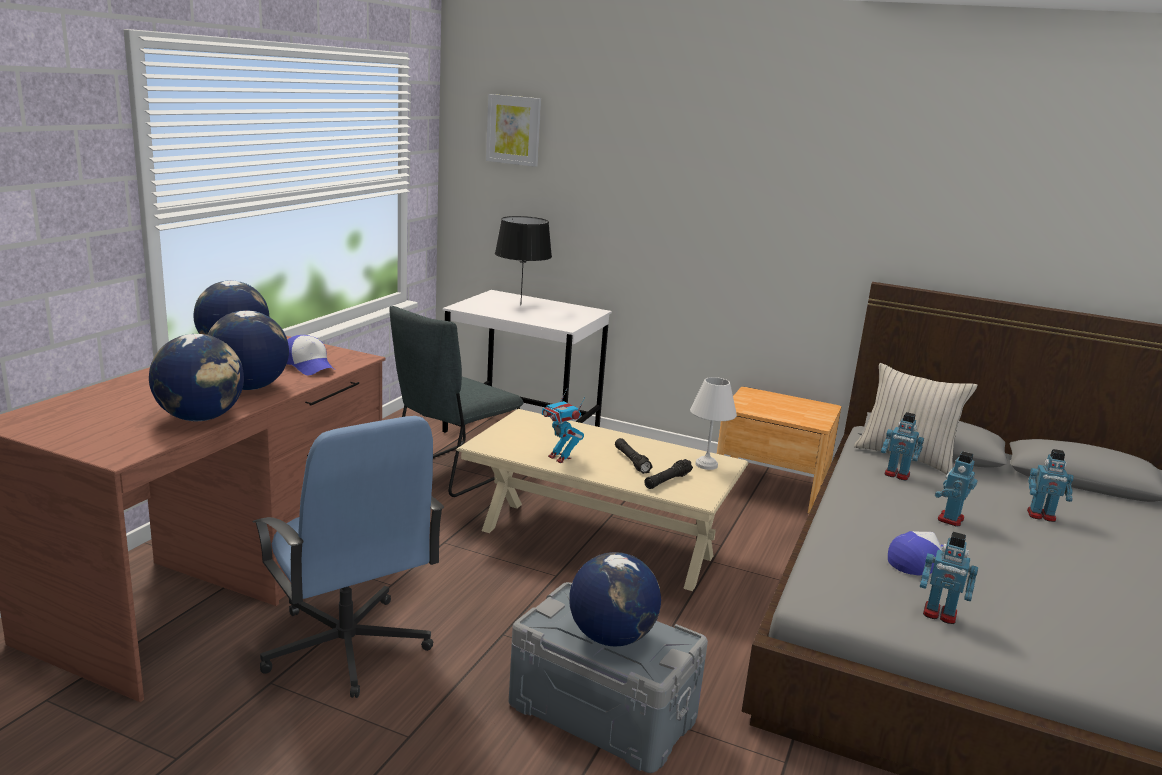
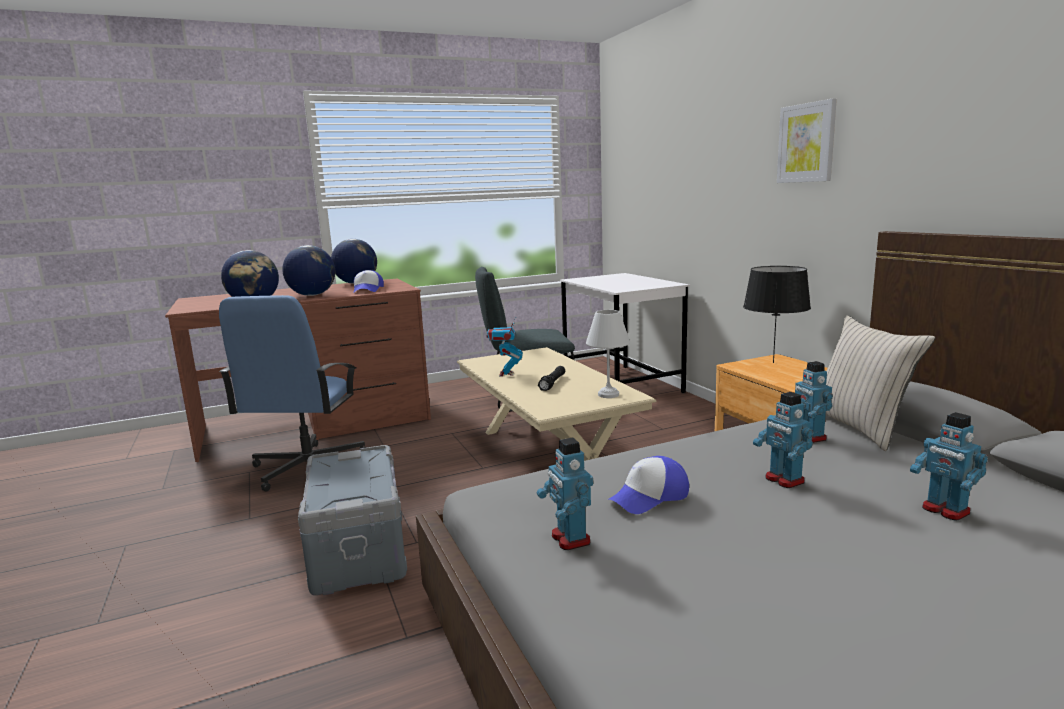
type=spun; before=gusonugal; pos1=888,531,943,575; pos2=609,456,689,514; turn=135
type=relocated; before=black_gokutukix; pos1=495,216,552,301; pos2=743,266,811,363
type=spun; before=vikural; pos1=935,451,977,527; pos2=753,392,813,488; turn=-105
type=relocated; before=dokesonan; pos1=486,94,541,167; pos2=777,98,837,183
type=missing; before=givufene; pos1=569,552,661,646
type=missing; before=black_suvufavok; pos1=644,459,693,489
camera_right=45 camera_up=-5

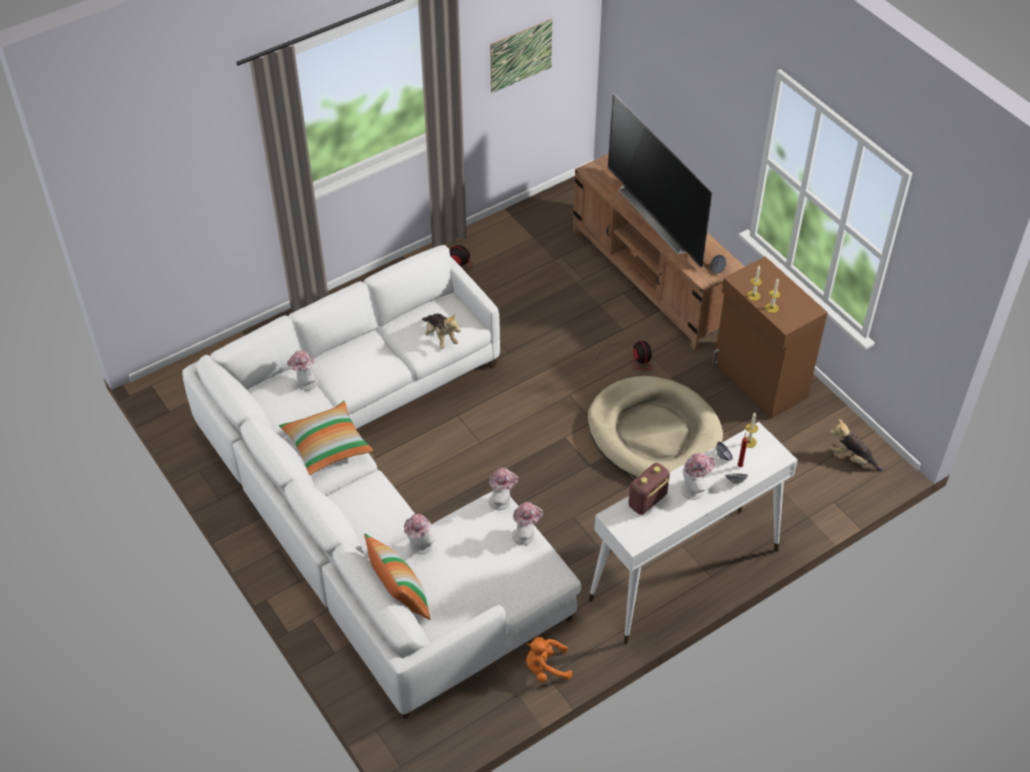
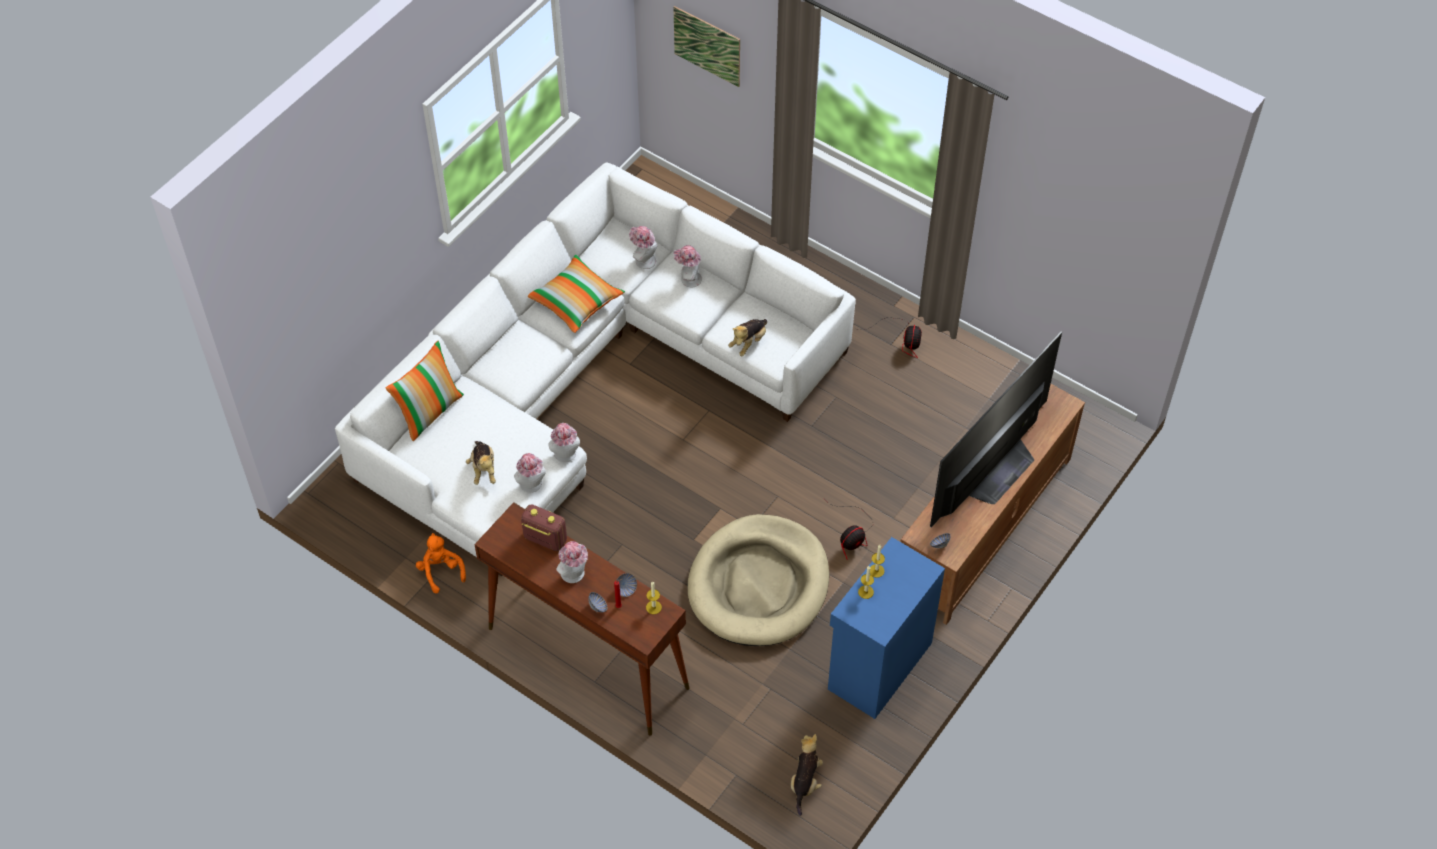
type=appeared; after=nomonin; pos2=466,441,496,485
type=colour; before=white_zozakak; after=brown_zozakak; pos1=589,422,798,645; pos2=474,502,690,736
type=relocated; before=dokesonan; pos1=490,19,552,93; pos2=673,6,740,87
type=relocated; before=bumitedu; pos1=404,514,435,554; pos2=673,245,702,287
type=colour; before=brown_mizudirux; after=blue_mizudirux; pos1=712,256,828,419; pos2=828,537,945,719
camera_right=70 camera_up=5

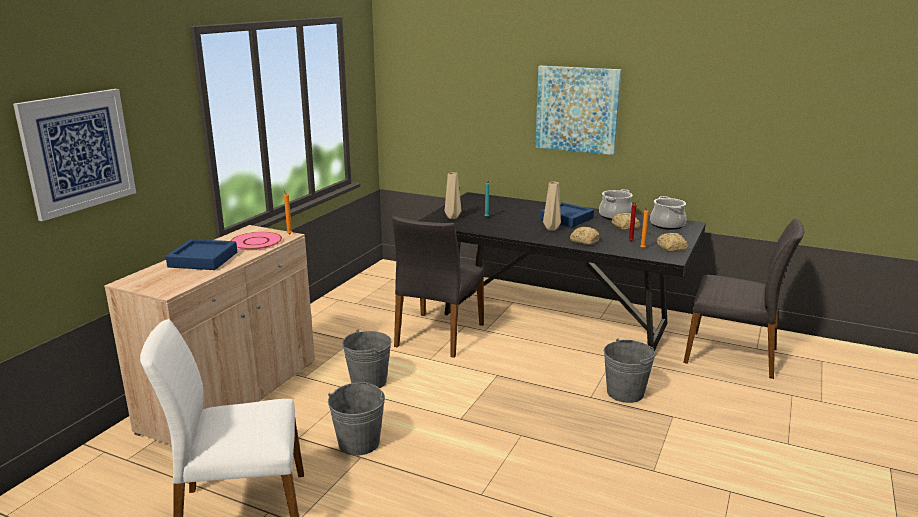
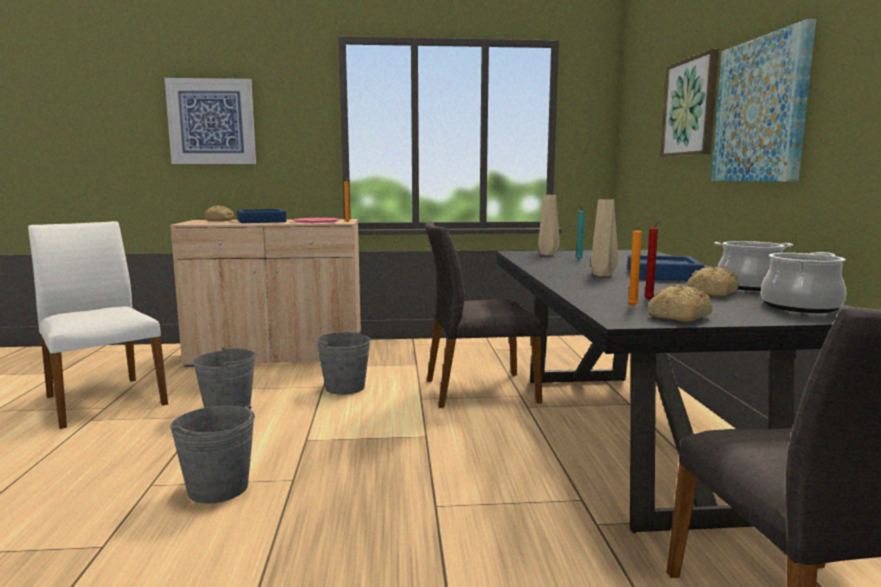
type=relocated; before=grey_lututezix; pos1=604,338,655,403; pos2=170,405,255,503
type=relocated; before=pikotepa; pos1=570,227,600,245; pos2=204,205,234,221
type=appeared; after=dokesonan; pos2=660,49,719,157
camera_right=60 camera_up=-10

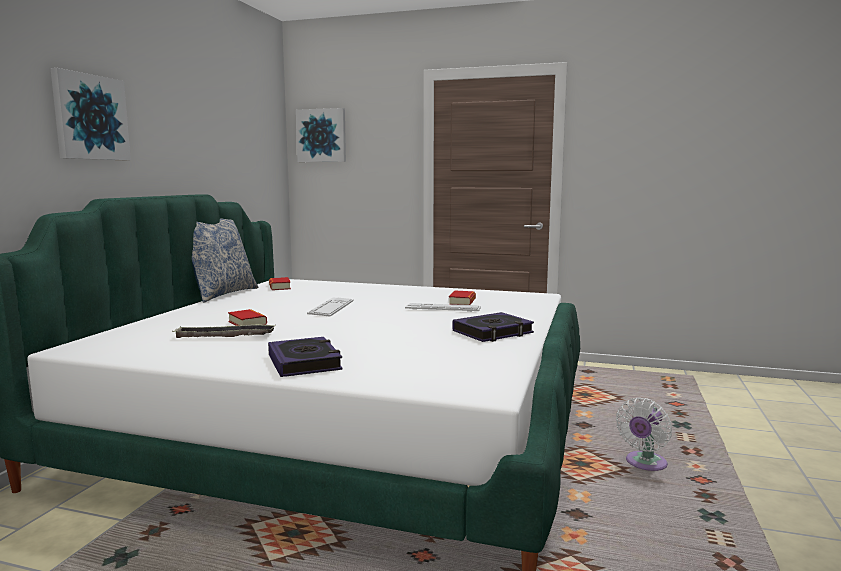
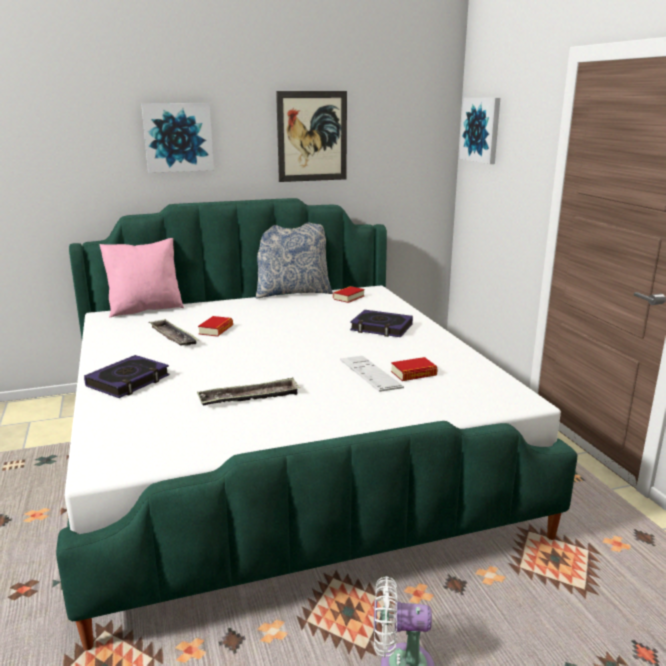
type=appeared; after=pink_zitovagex; pos2=99,238,184,318
type=appeared; after=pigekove; pos2=197,377,300,406
type=appeared; after=dokesonan; pos2=276,91,347,182
type=relocated; before=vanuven; pos1=452,312,534,342; pos2=350,310,413,337
type=missing; before=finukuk; pos1=307,298,354,317
camera_right=55 camera_up=10

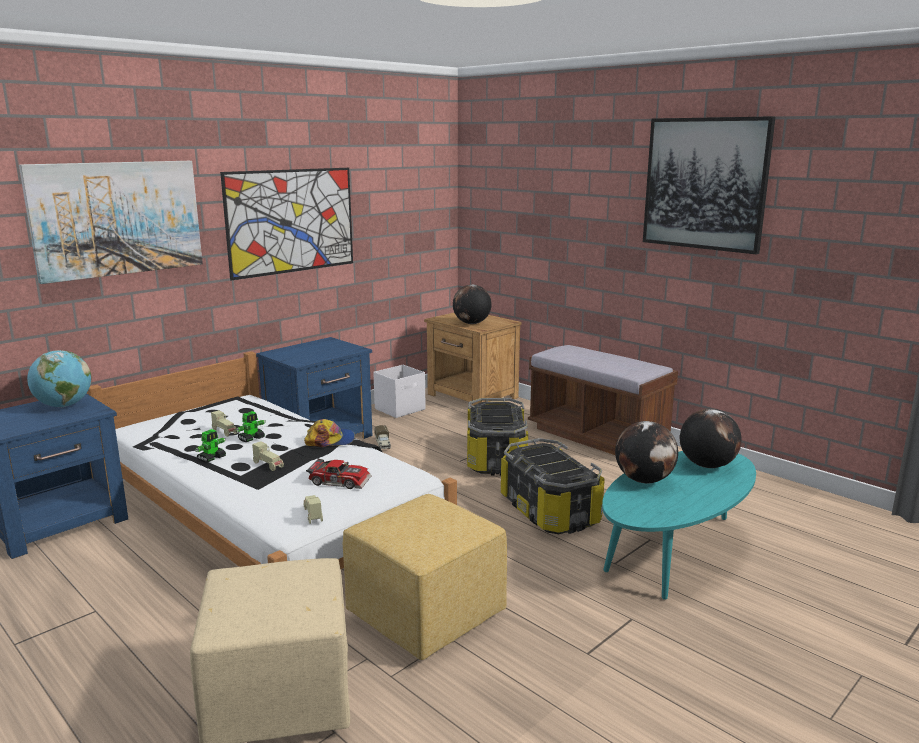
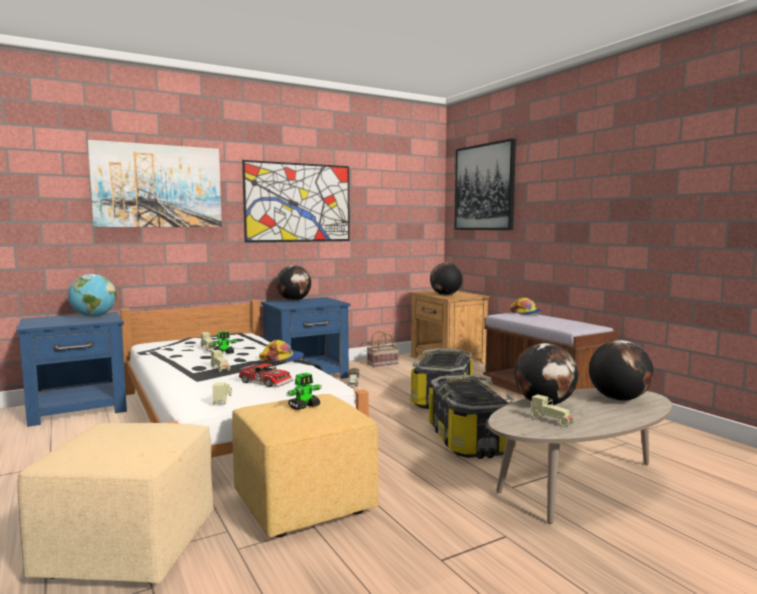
type=appeared; after=givufene; pos2=276,265,311,301
type=relocated; before=vikural; pos1=195,429,226,463; pos2=286,373,322,410
type=exchanged; before=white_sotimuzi; after=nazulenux; pos1=373,365,426,418; pos2=367,330,399,367
type=relocated; before=dokesonan; pos1=643,116,776,254; pos2=454,138,516,230
type=colour; before=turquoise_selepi; after=beige_selepi; pos1=602,451,756,600; pos2=488,388,672,524
type=appeared; after=gusonugal; pos2=510,298,542,315
type=appeared; after=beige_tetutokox; pos2=531,394,574,427
camera_right=15 camera_up=-10

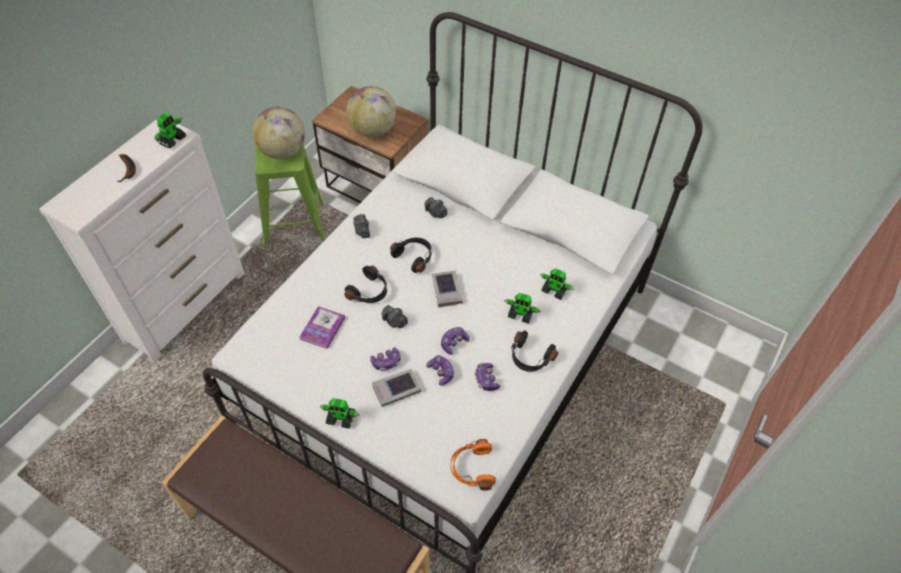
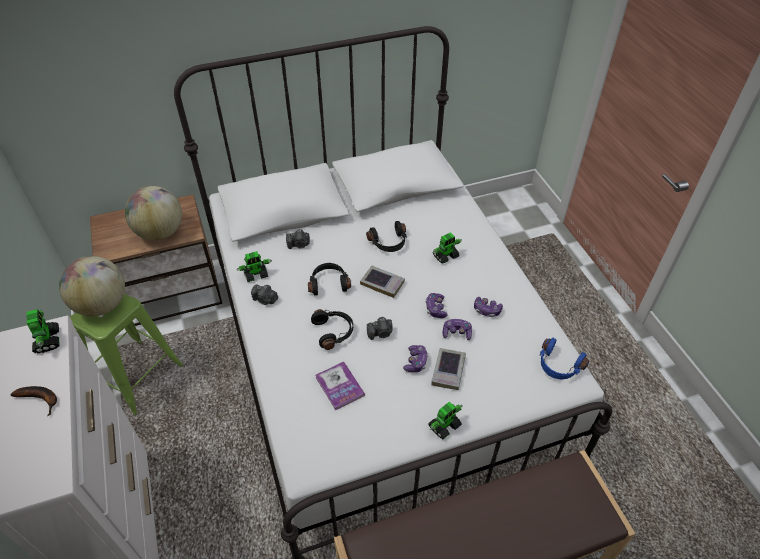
type=relocated; before=vikural; pos1=540,268,573,300; pos2=237,251,272,282
type=relocated; before=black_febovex; pos1=511,330,558,372; pos2=366,221,407,252
type=colour; before=orange_febovex; after=blue_febovex; pos1=451,439,496,491; pos2=540,338,589,379
camera_right=-50 camera_up=-5

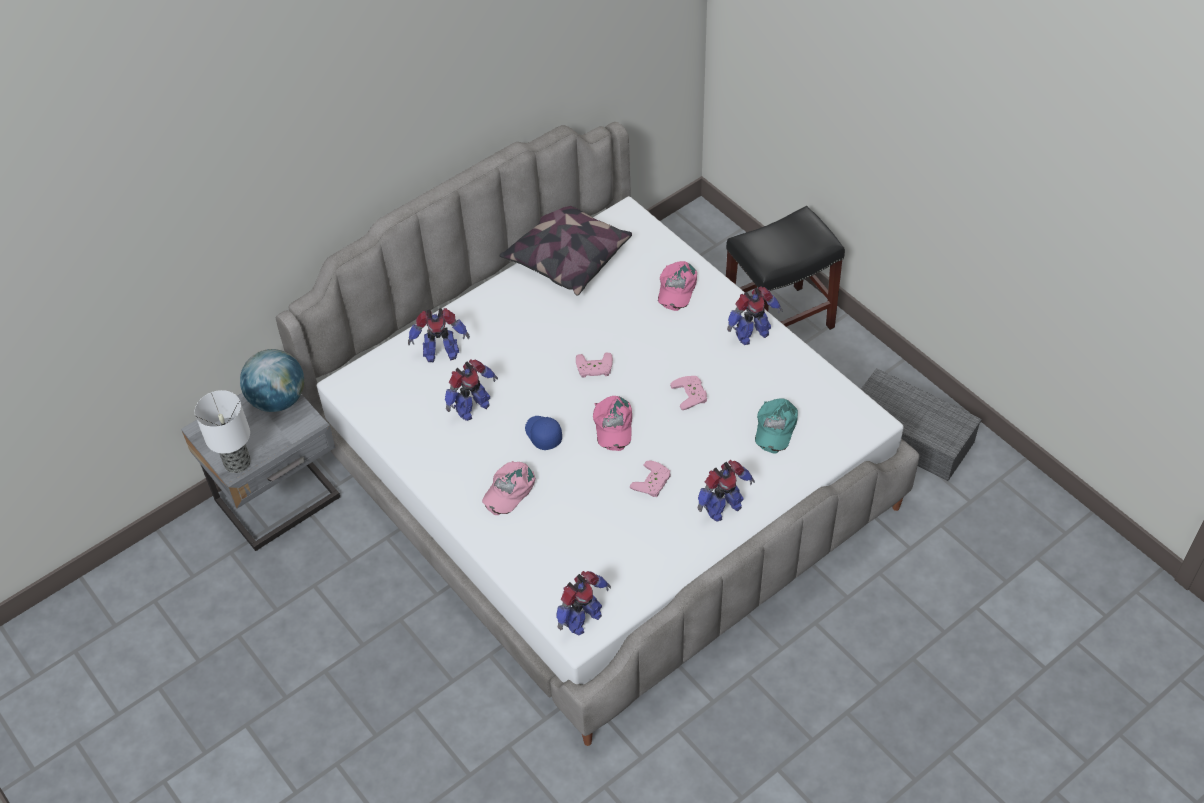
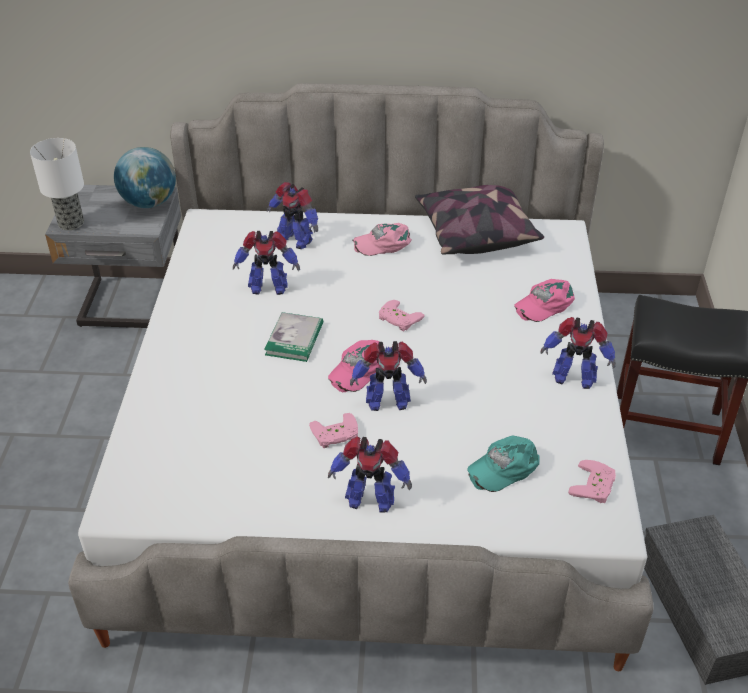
type=exchanged; before=blue_gusonugal; after=vanuven; pos1=525,416,562,450; pos2=264,312,323,362
type=relocated; before=vikural; pos1=556,571,611,635; pos2=350,341,427,411
type=relocated; before=pink_gusonugal; pos1=482,461,536,515; pos2=353,223,412,256
type=relocated; before=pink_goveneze; pos1=670,376,707,410; pos2=568,460,616,503
camera_right=40 camera_up=-10

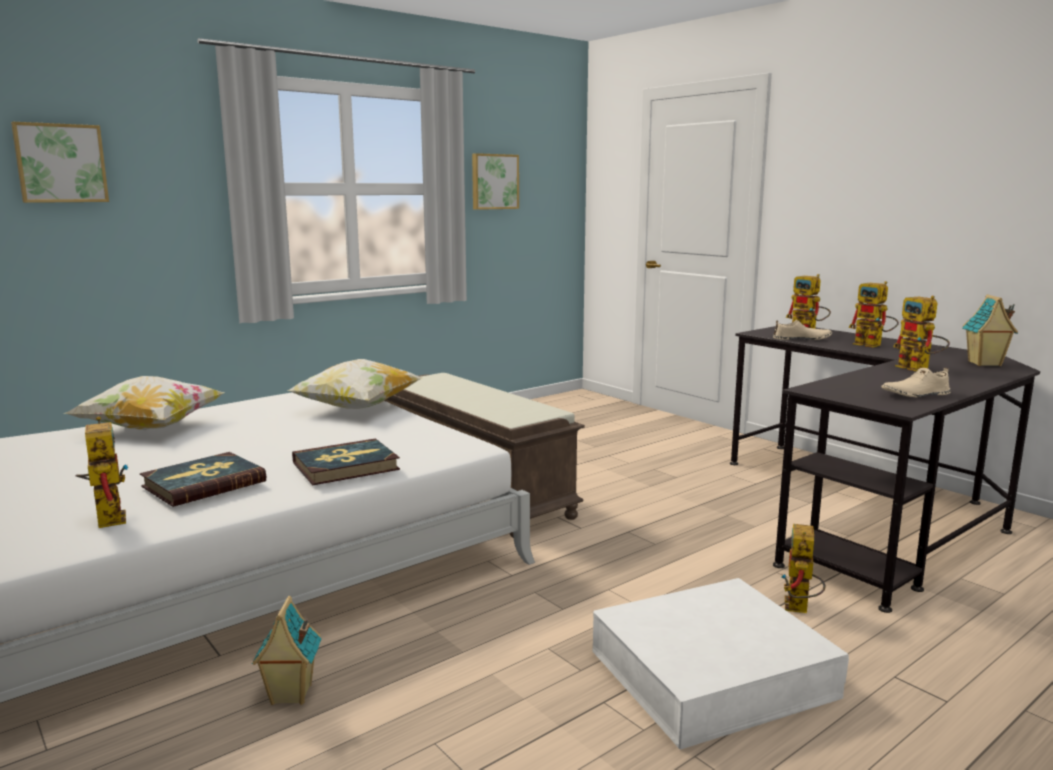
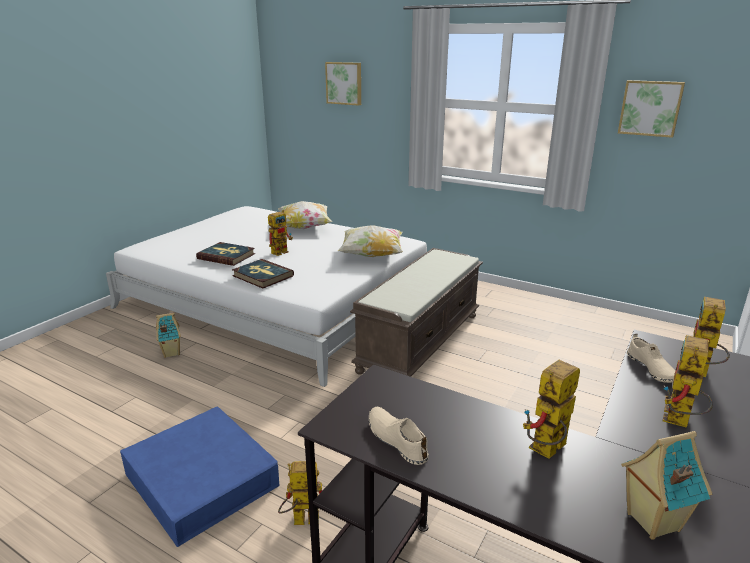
type=colour; before=white_sotimuzi; after=blue_sotimuzi; pos1=592,578,849,750; pos2=120,406,280,547
type=relocated; before=vikural; pos1=75,416,128,528; pos2=268,210,293,256
camera_right=70 camera_up=10

